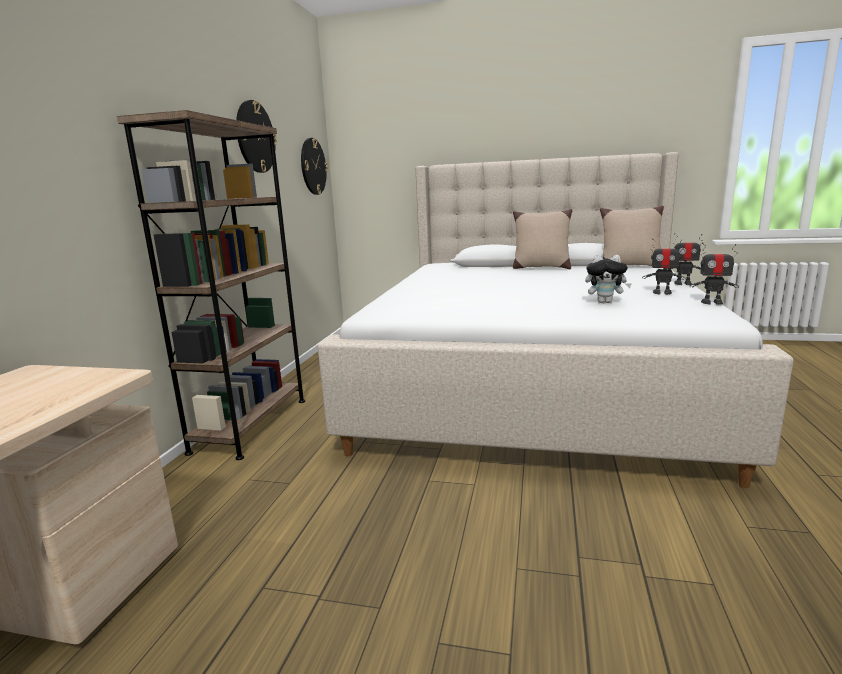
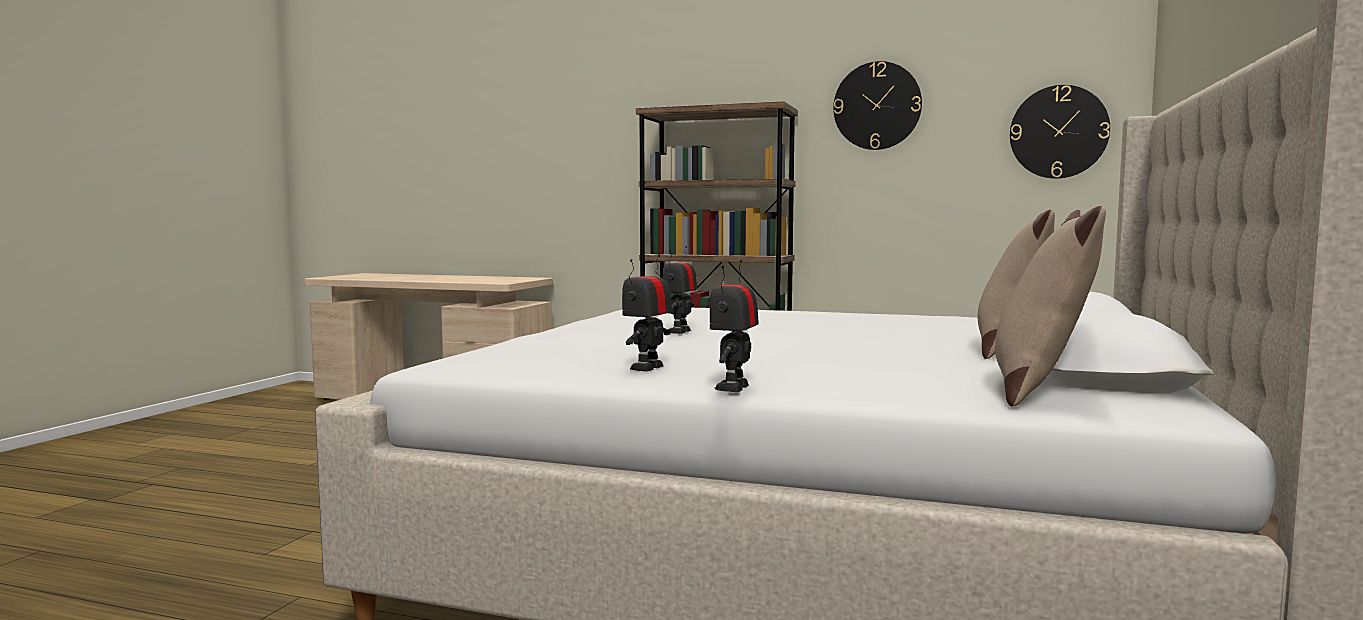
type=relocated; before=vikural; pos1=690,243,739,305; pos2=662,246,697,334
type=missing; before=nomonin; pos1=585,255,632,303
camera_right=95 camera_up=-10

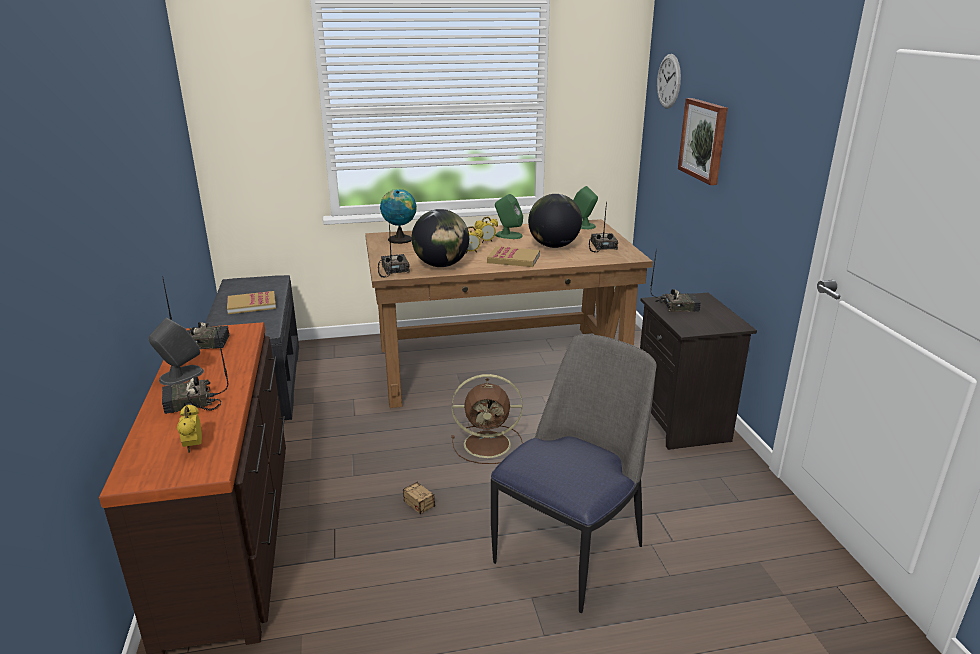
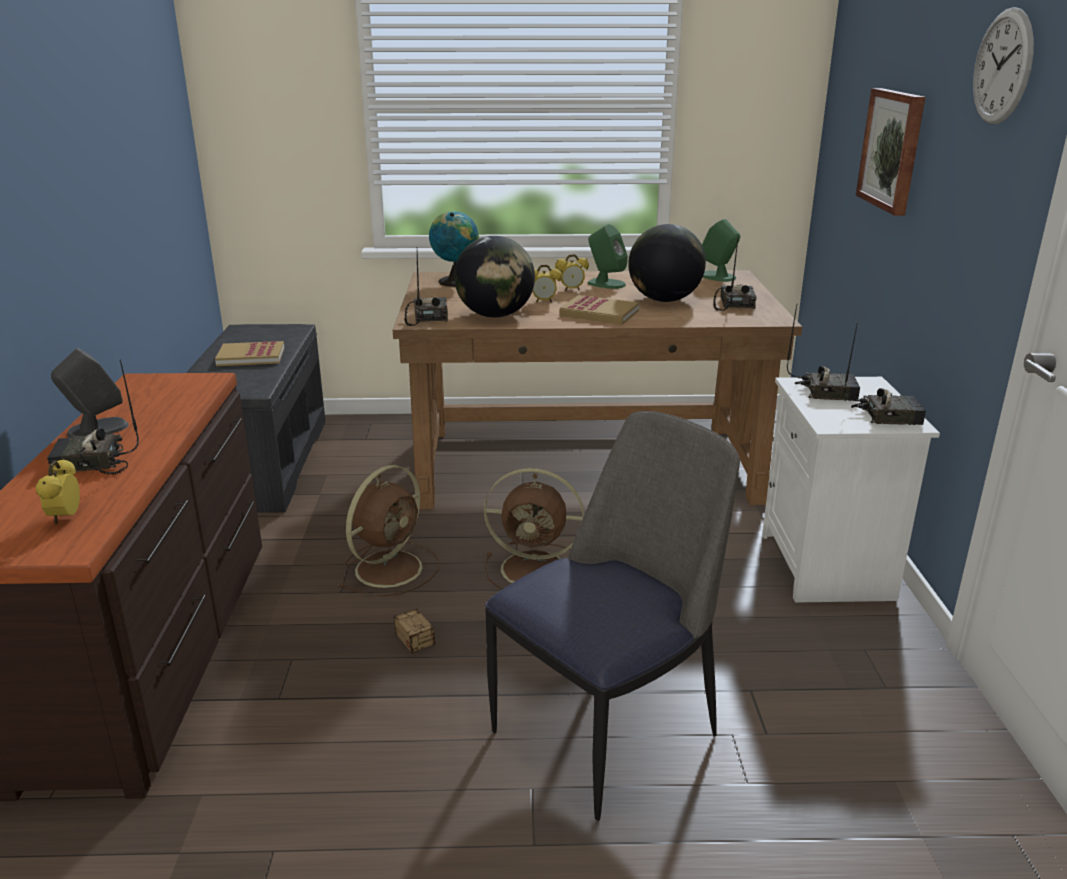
type=appeared; after=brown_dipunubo; pos2=339,465,439,597
type=colour; before=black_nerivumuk; after=white_nerivumuk; pos1=640,293,757,450; pos2=762,377,940,603
type=relocated; before=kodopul; pos1=162,276,229,349; pos2=844,323,926,425
type=relocated; before=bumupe; pos1=657,54,681,108; pos2=973,7,1034,124
camera_right=10 camera_up=0

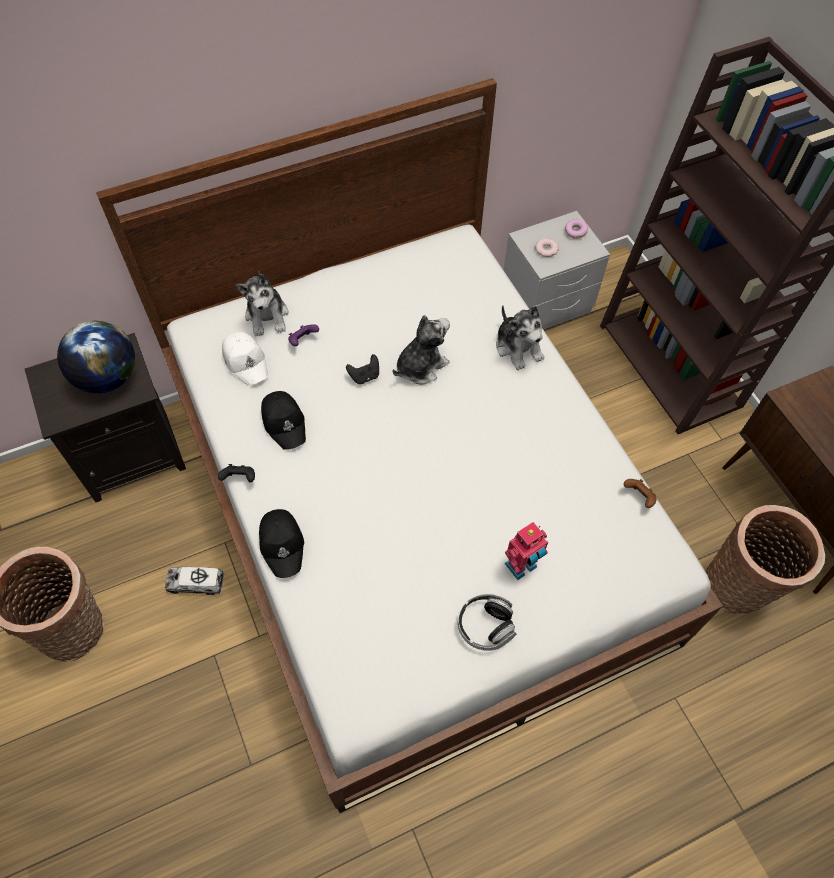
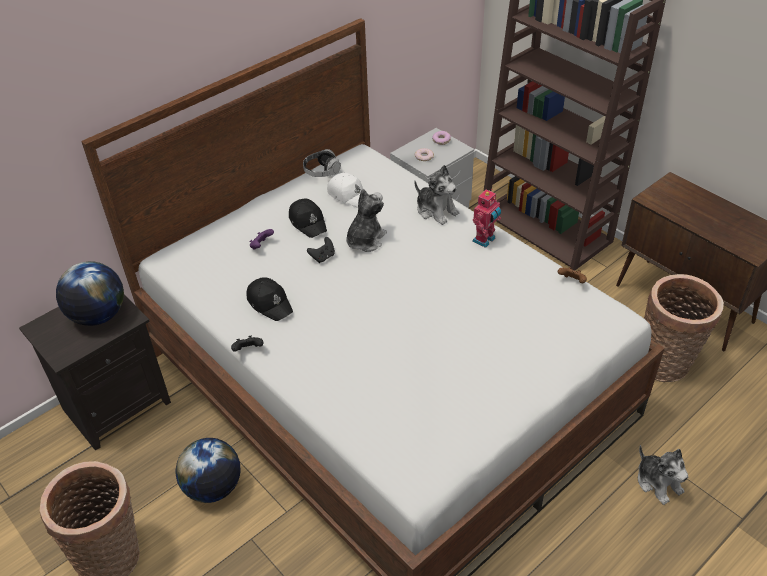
type=exchanged; before=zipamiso; after=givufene; pos1=165,567,224,595; pos2=176,438,241,503
type=relocated; before=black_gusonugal; pos1=259,509,304,578; pos2=289,199,327,238
type=relocated; before=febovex; pos1=458,594,516,651; pos2=303,149,341,177
type=relocated; before=white_gusonugal; pos1=222,331,268,385; pos2=327,173,363,208
type=relocated; before=vikural; pos1=504,522,548,580; pos2=472,189,501,248
type=relocated; before=nomonin; pos1=236,272,289,337; pos2=638,445,688,505
camera_right=-15 camera_up=-15

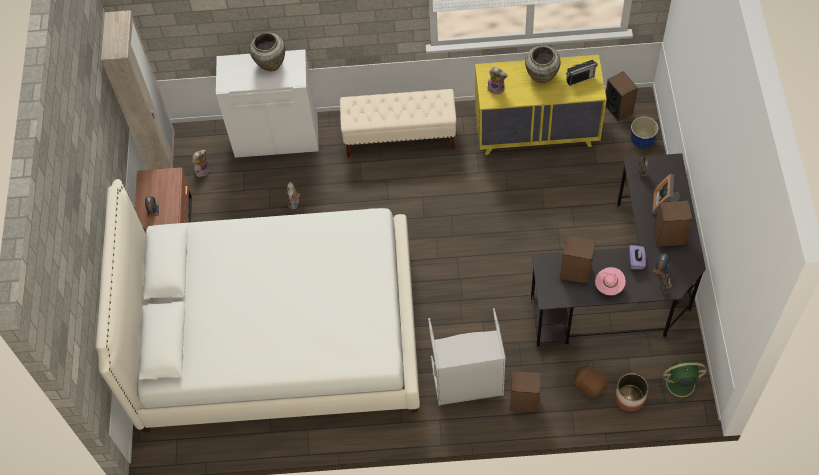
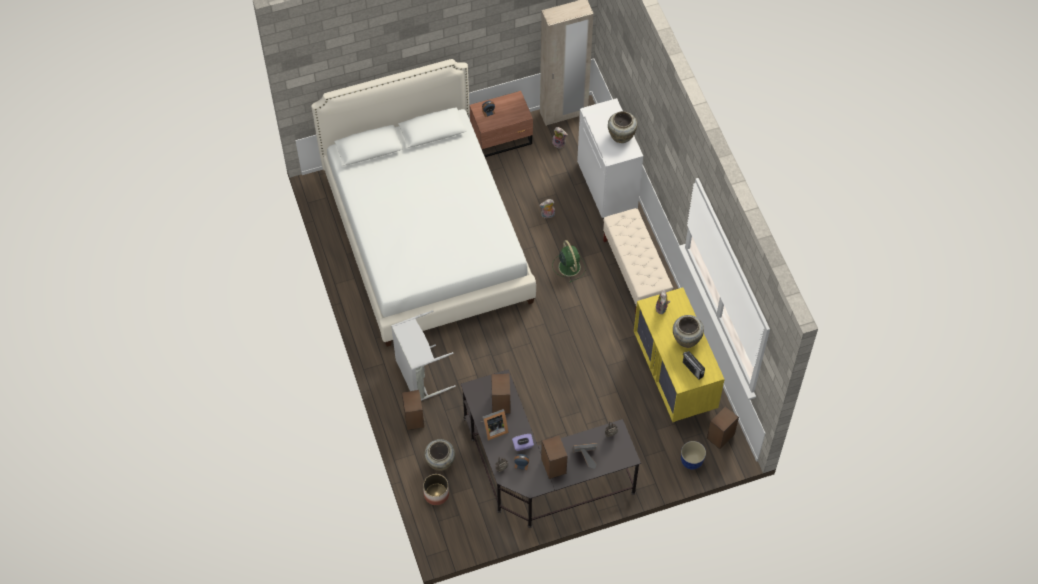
type=exchanged; before=brown_nomonin; after=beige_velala; pos1=575,363,608,398; pos2=424,439,455,471
type=exchanged; before=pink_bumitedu; after=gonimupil; pos1=595,267,626,295; pos2=481,409,509,441
type=relocated; before=green_dipunubo; pos1=659,360,706,404; pos2=552,240,585,282
camera_right=70 camera_up=0

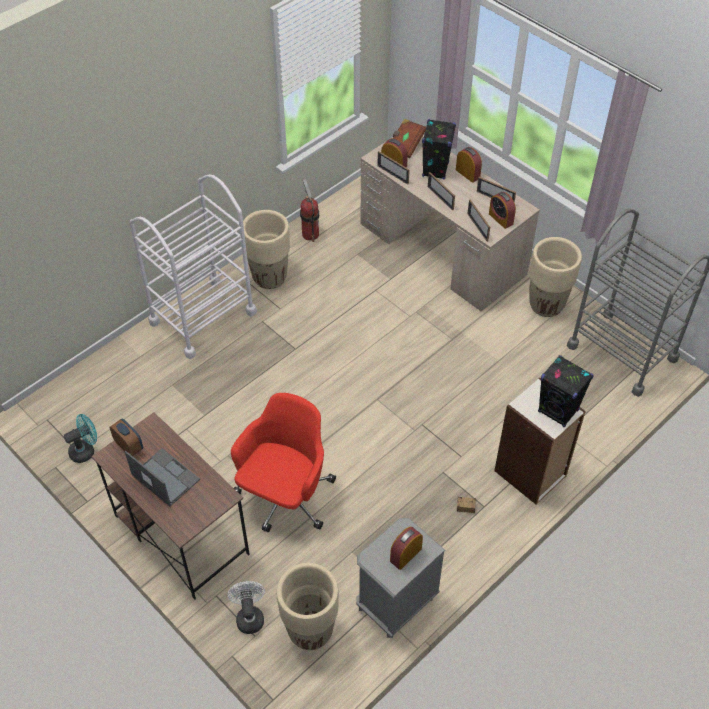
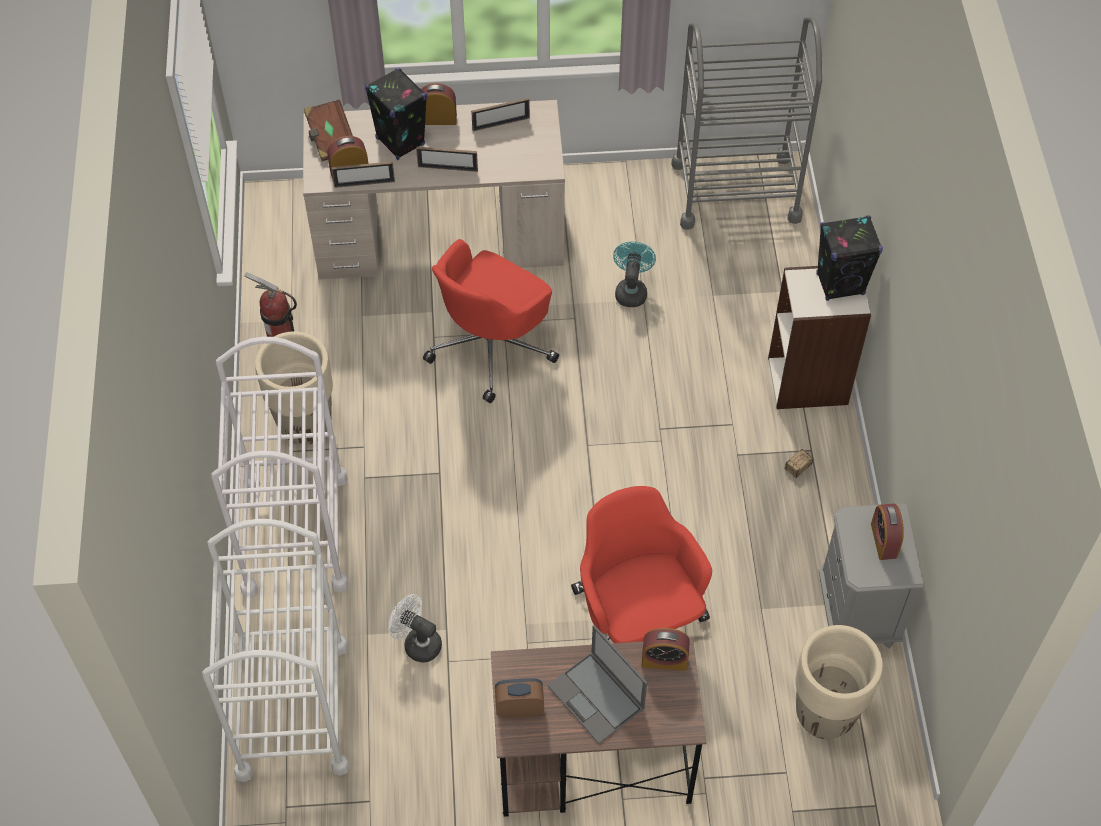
type=appeared; after=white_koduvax; pos2=202,519,349,782
type=relocated; before=white_dipunubo; pos1=228,581,265,634; pos2=388,594,442,663
type=appeared; after=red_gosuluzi; pos2=423,239,559,403
type=spun; before=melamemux; pos1=125,448,200,506; pos2=548,625,647,744; turn=-120
type=relocated; before=turquoise_dipunubo; pos1=64,414,97,463; pos2=613,241,656,307
type=relocated; before=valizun; pos1=489,192,516,229; pos2=642,628,690,671
type=missing; before=gonimupil; pos1=468,199,490,242
type=missing; before=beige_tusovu; pos1=529,237,582,317
camera_right=-50 camera_up=5

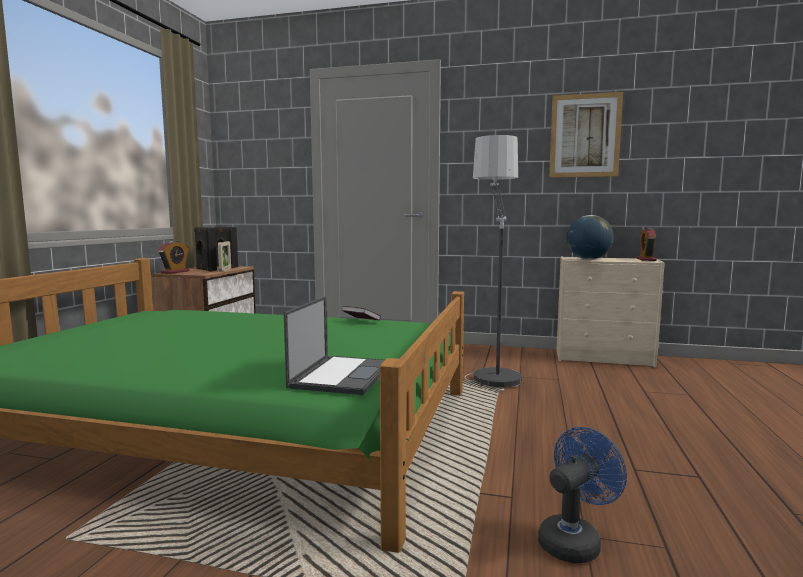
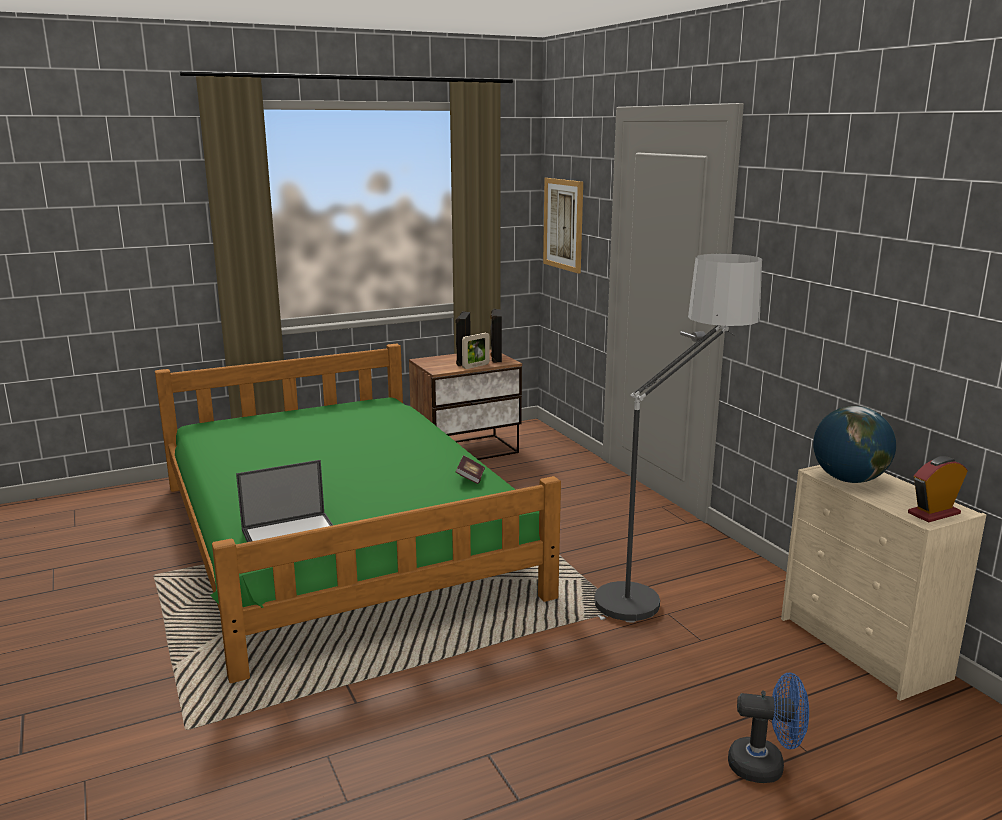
type=relocated; before=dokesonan; pos1=549,92,623,178; pos2=543,178,583,274
type=relocated; before=blue_dipunubo; pos1=538,427,627,564; pos2=728,673,809,783
type=missing; before=valizun; pos1=158,240,189,274
camera_right=50 camera_up=10

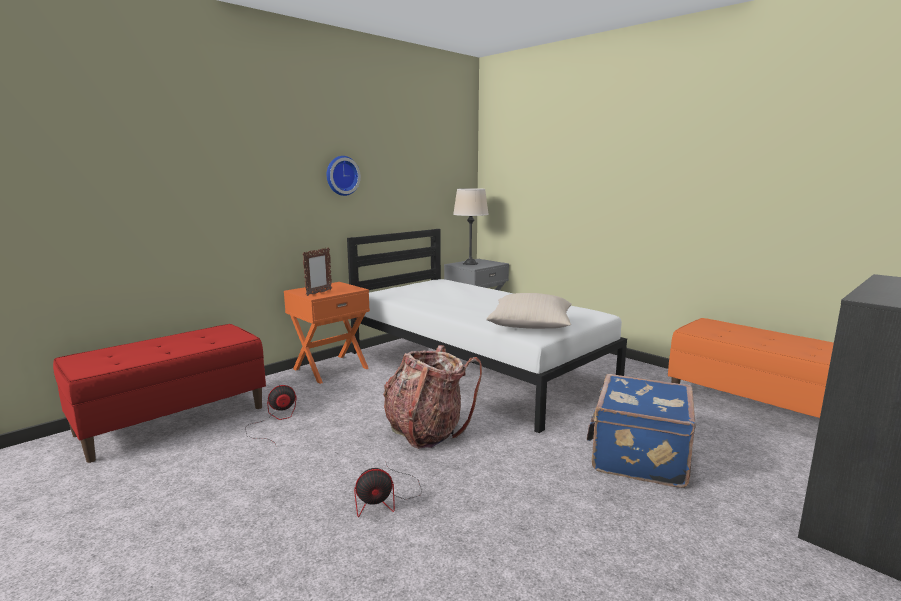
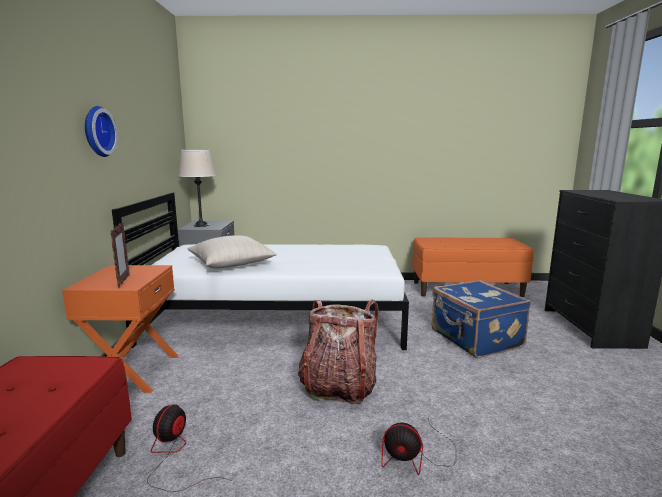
type=relocated; before=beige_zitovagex; pos1=486,293,572,329; pos2=188,235,277,269
type=spun; before=dipunubo; pos1=354,464,422,517; pos2=381,420,456,475; turn=75
camera_right=-45 camera_up=0

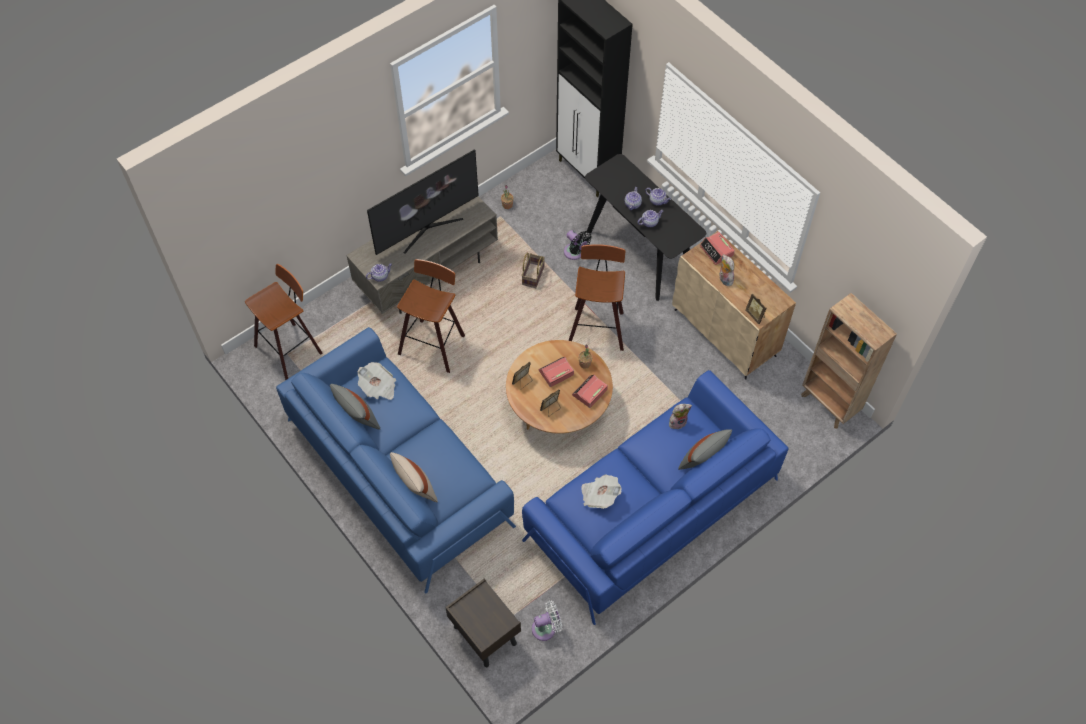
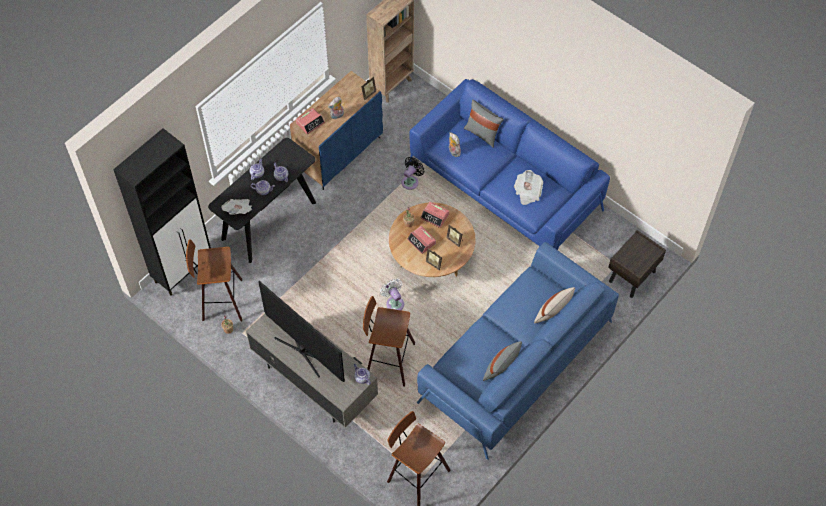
type=relocated; before=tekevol; pos1=568,244,625,351; pos2=186,239,242,322
type=relocated; before=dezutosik; pos1=358,362,396,400; pos2=221,199,252,215
type=colour; before=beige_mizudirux; after=blue_mizudirux; pos1=672,231,796,379; pos2=290,71,383,190
type=relocated; before=white_dipunubo; pos1=532,601,562,641; pos2=380,279,404,310
type=relocated; before=black_dipunubo; pos1=564,230,592,260; pos2=401,157,425,190
type=missing; before=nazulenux; pos1=521,253,545,288
camera_right=-100 camera_up=0

